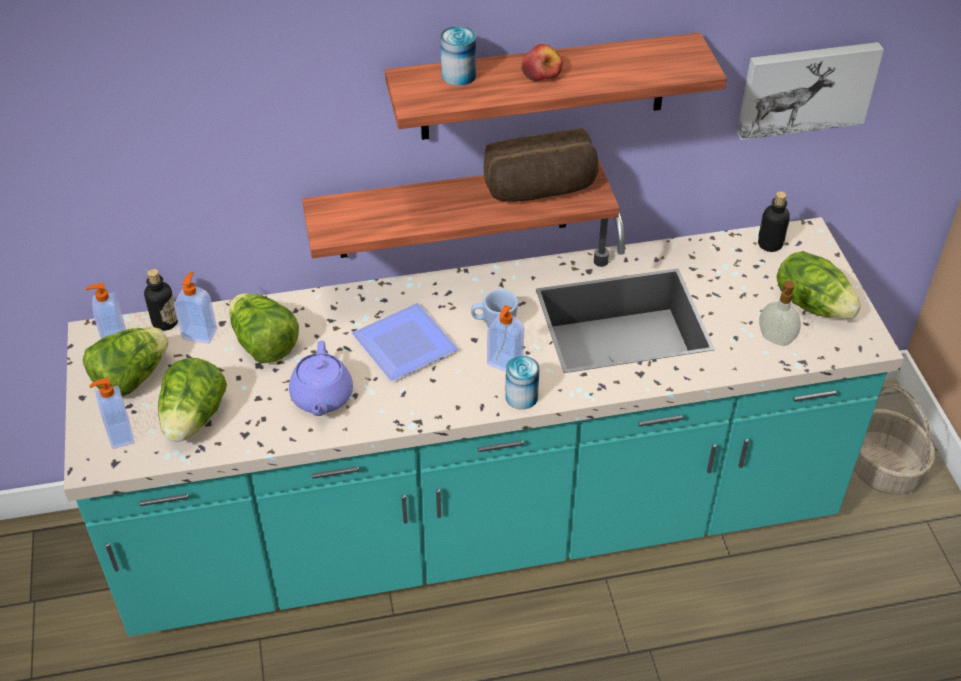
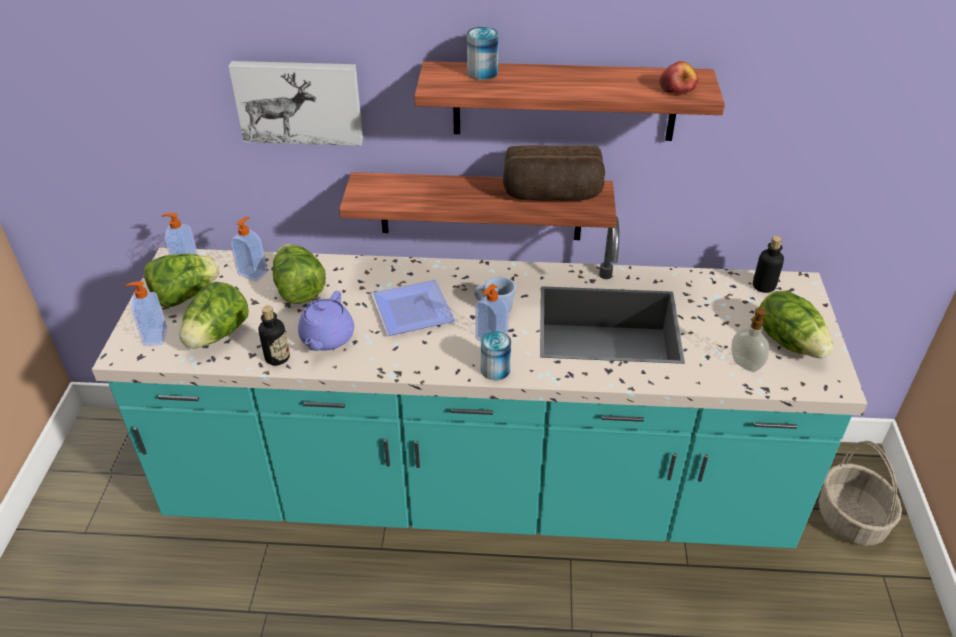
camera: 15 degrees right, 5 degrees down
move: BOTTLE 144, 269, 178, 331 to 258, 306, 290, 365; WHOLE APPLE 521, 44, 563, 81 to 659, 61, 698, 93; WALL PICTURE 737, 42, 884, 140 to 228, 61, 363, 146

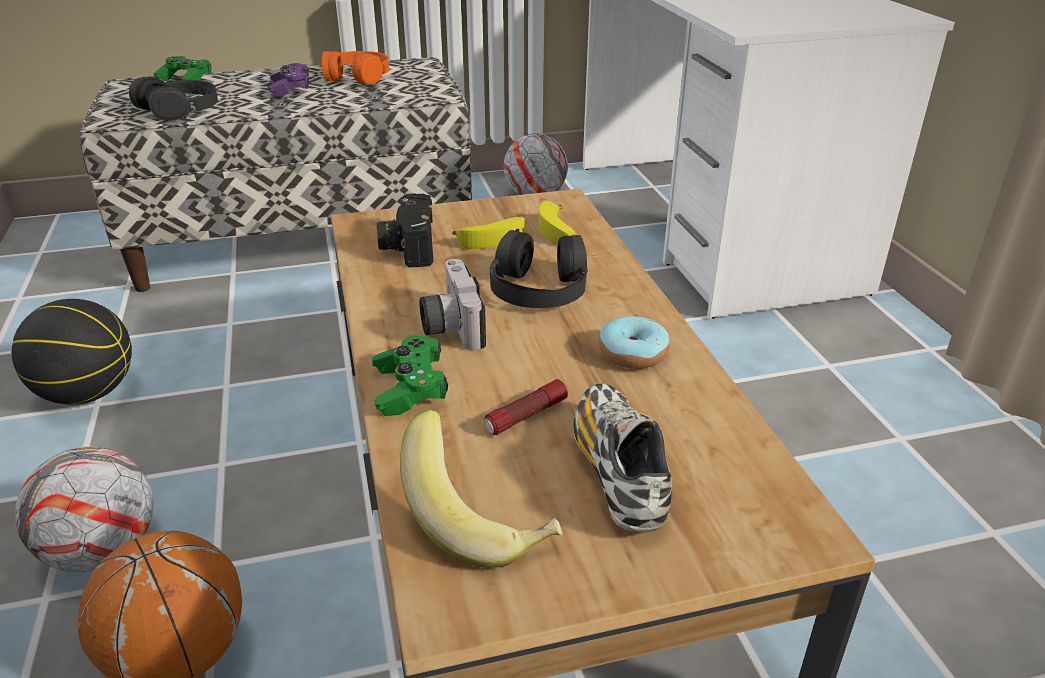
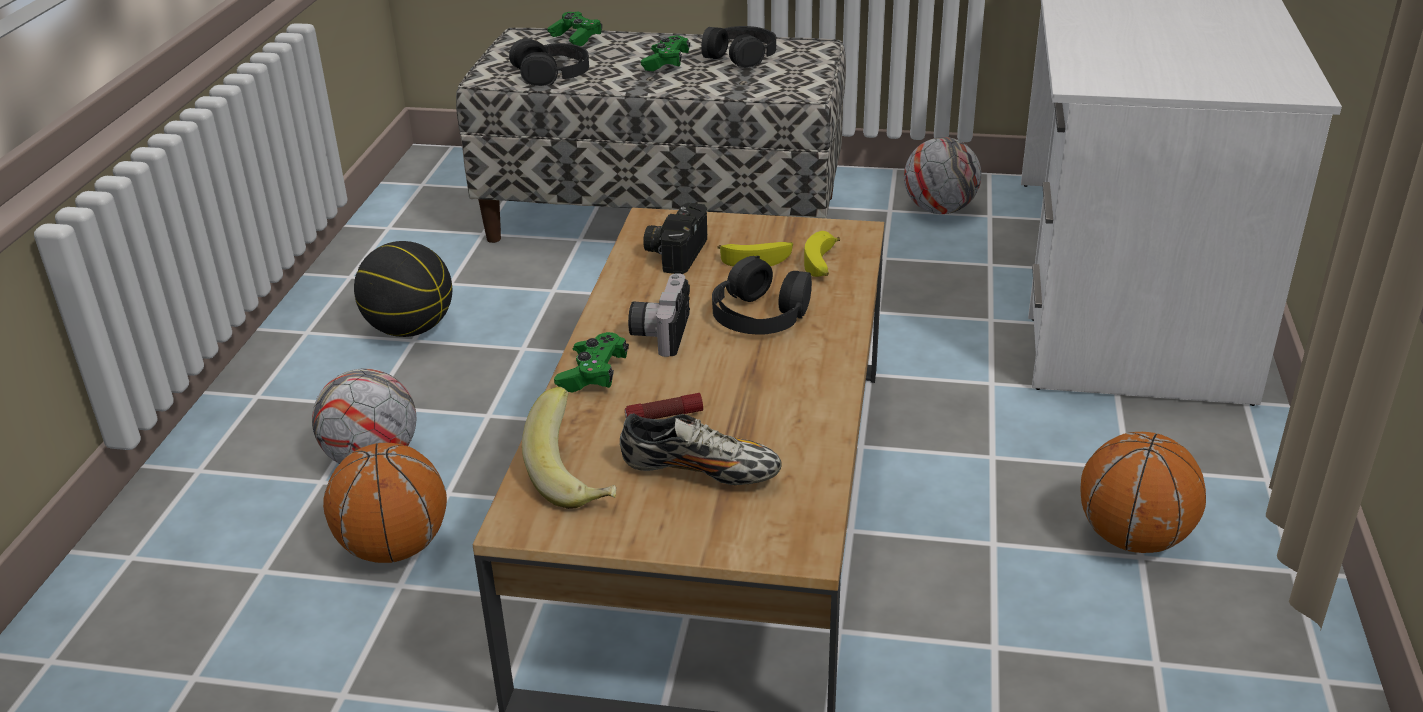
camera: 25 degrees right, 0 degrees up
delete: DOUGHNUT 599, 315, 670, 369
insert: BALL FOR BASKETBALL 1080, 432, 1206, 553
recolor: PURPLE-COLOURED GAME CONTROLLER 269, 63, 309, 97 to GREEN-COLOURED GAME CONTROLLER 641, 36, 690, 71; ORANGEY HEADPHONES 322, 51, 389, 85 to BLACK HEADPHONES 701, 26, 776, 68
rotate: ITEM OF FOOTWEAR 574, 383, 672, 533 = 620, 413, 782, 485 90 degrees clockwise

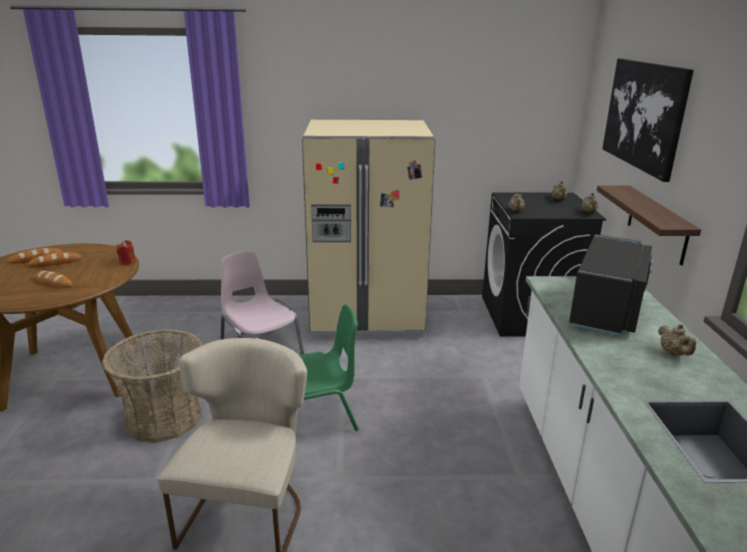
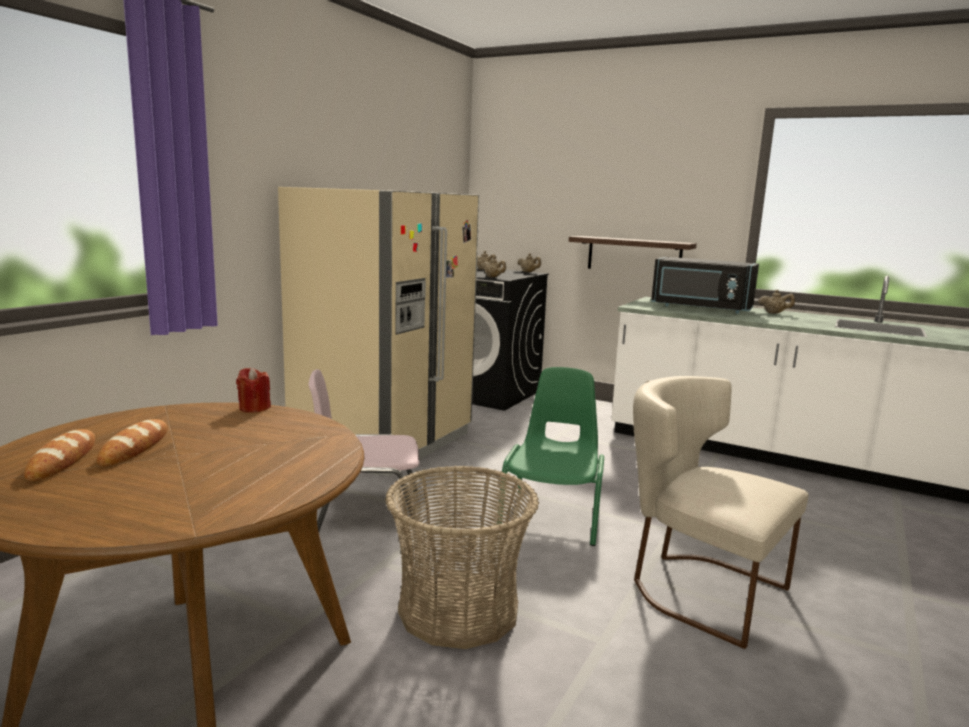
camera: 60 degrees left, 10 degrees down
delete: BAKERY BREAD 34, 271, 72, 288; WALL PICTURE 602, 58, 694, 182
rotate: BLACK MICROWAVE OVEN 569, 234, 653, 335 = 651, 257, 759, 314 150 degrees clockwise

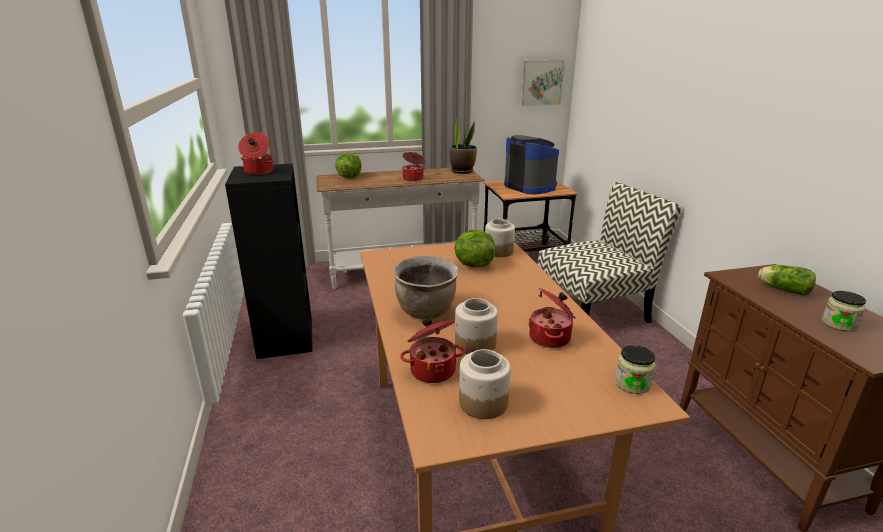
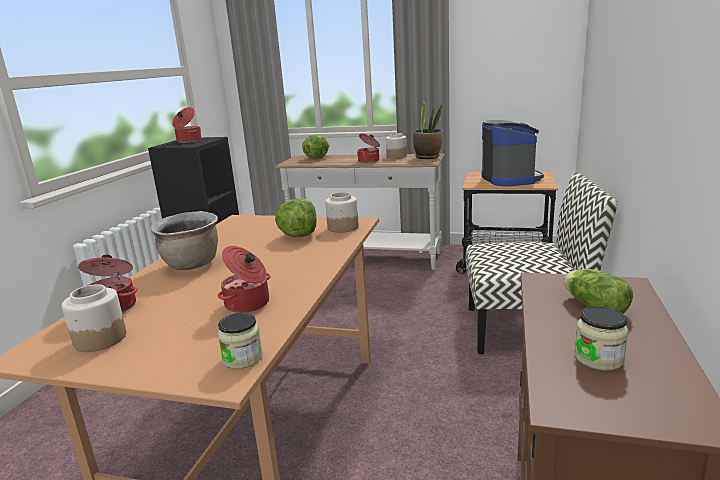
camera: 30 degrees right, 5 degrees down
delete: WALL PICTURE 519, 60, 565, 106
move: PRESERVE JAR 455, 298, 498, 354 to 386, 133, 407, 158

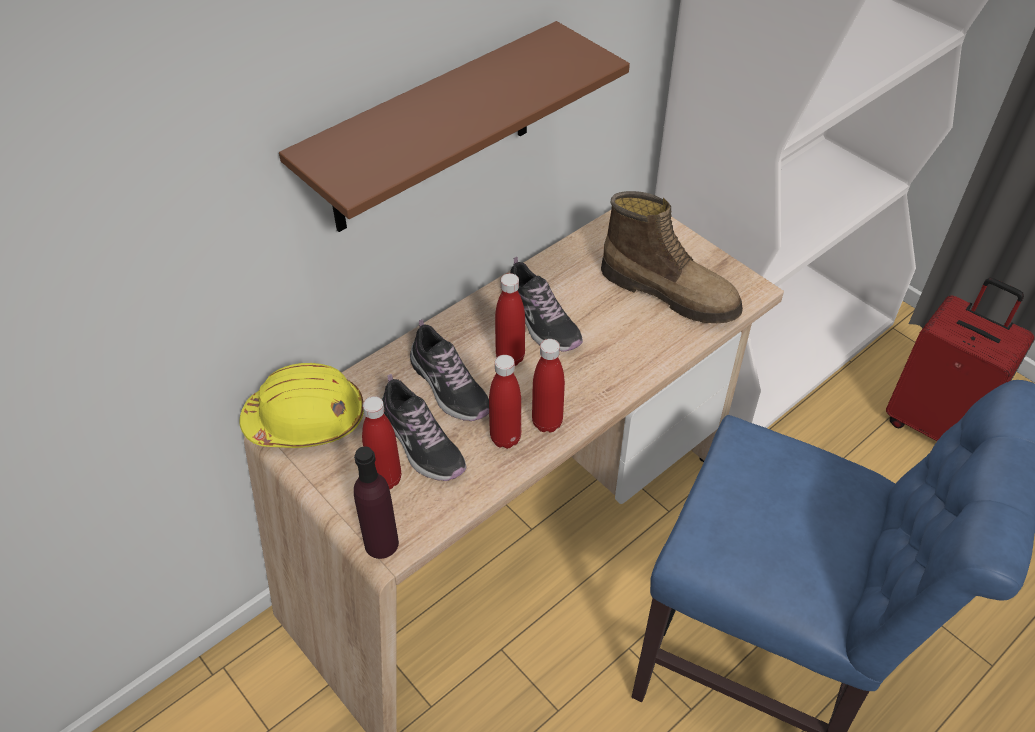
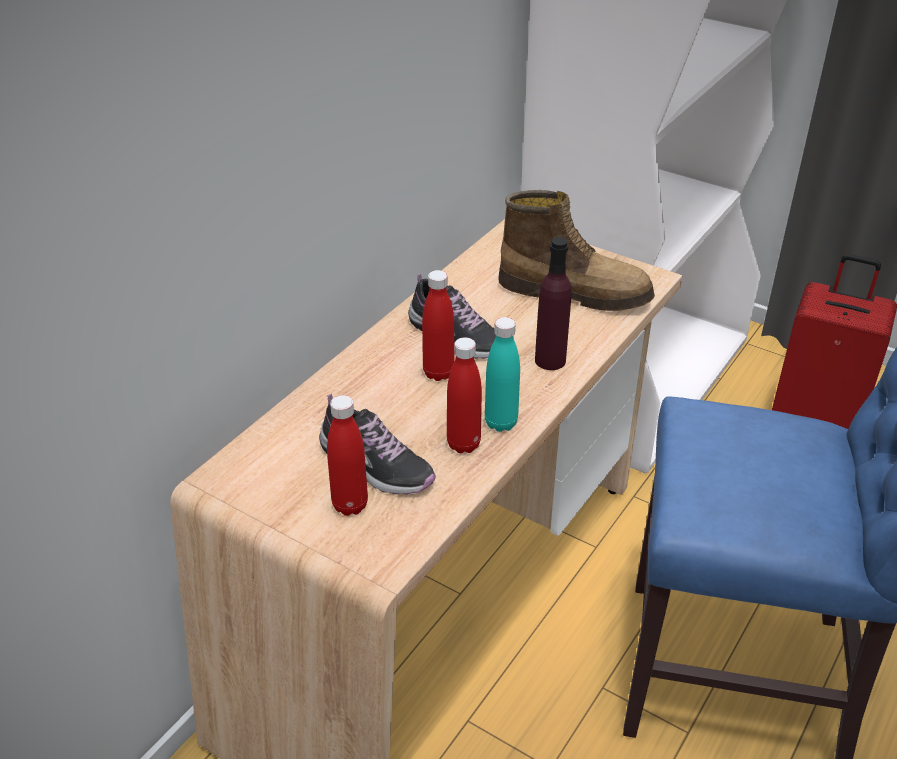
camera: 15 degrees left, 10 degrees down
delete: YELLOWISH WORK HELMET 240, 363, 364, 448; BROWNISH SHELF 279, 21, 630, 232; ITEM OF FOOTWEAR 410, 319, 489, 421
move: PURPLE-COLOURED BOTTLE 354, 446, 399, 559 to 535, 237, 572, 370
recolor: RED BOTTLE 532, 339, 565, 433 to BLUE-GREEN BOTTLE 485, 317, 520, 432

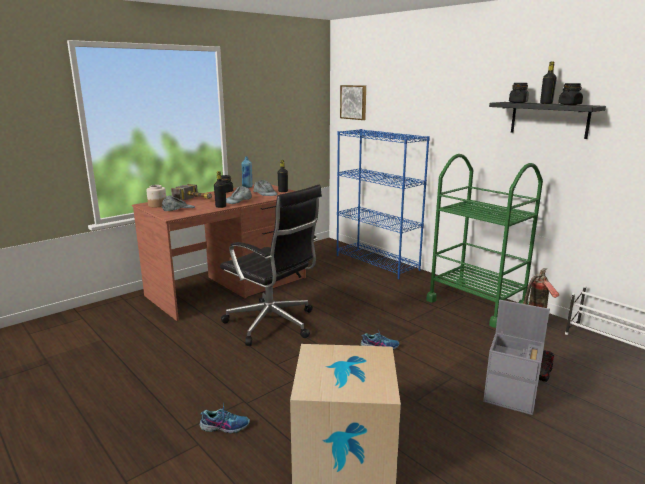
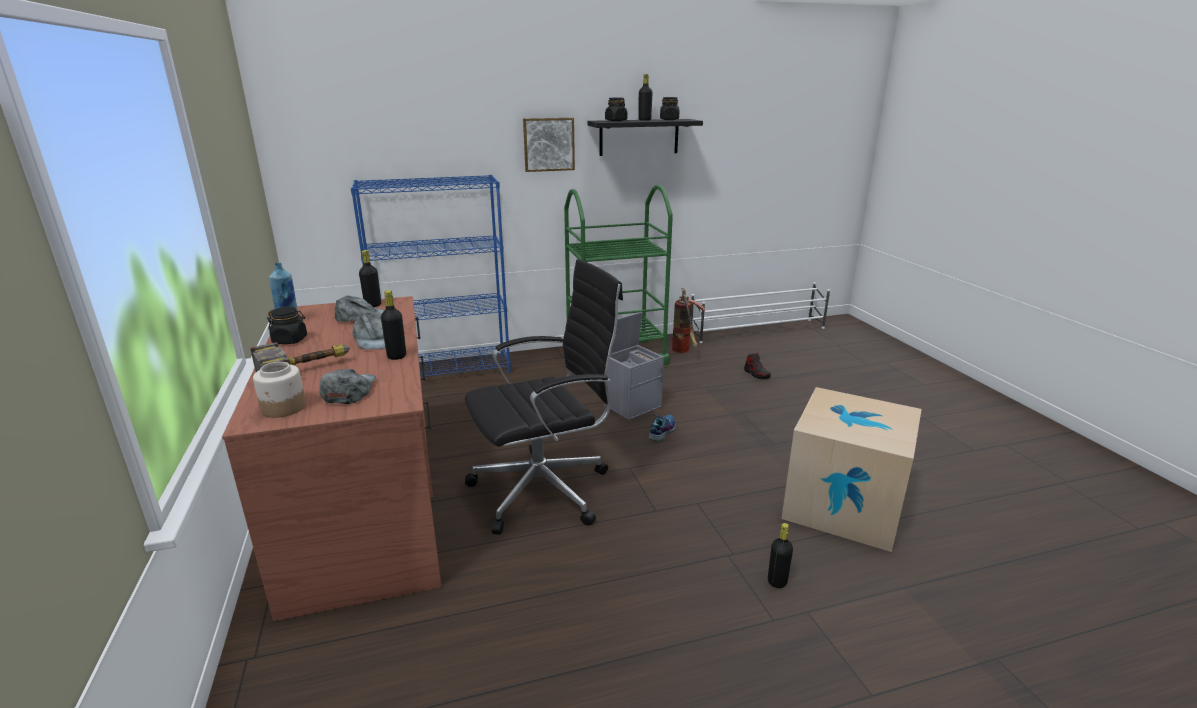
camera: 65 degrees left, 5 degrees up
move: WALL PICTURE 340, 85, 366, 120 to 523, 118, 575, 172; GREY STORAGE CONTAINER 483, 300, 550, 415 to 604, 312, 664, 420
replace: ITEM OF FOOTWEAR 200, 402, 250, 434 to BLACK BOTTLE 768, 523, 793, 588

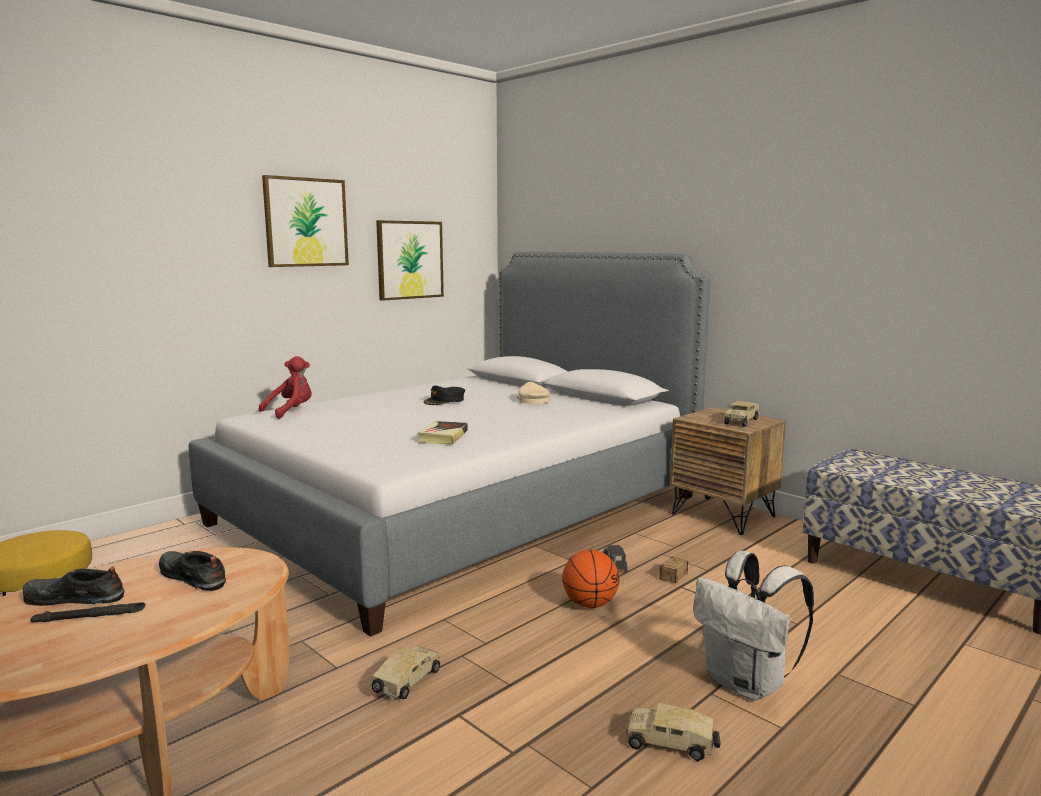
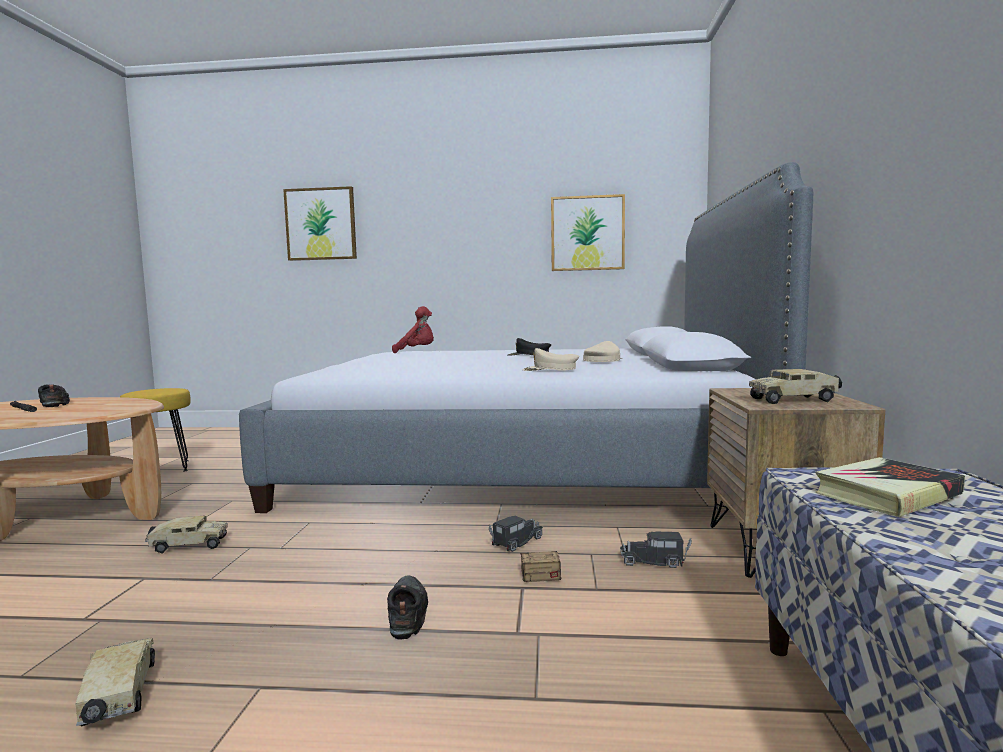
camera: 50 degrees right, 5 degrees down
delete: BALL FOR BASKETBALL 562, 549, 619, 608; WHITISH KNAPSACK 693, 551, 814, 701
insert: SAND-COLOURED PEAKED CAP 523, 348, 579, 371; MODEL TRUCK 620, 532, 692, 568
move: BLACK ITEM OF FOOTWEAR 159, 551, 226, 591 to 387, 576, 428, 640; WALL PICTURE 262, 175, 349, 267 to 283, 186, 357, 261; BOUND BOOK 418, 421, 468, 444 to 815, 457, 965, 517

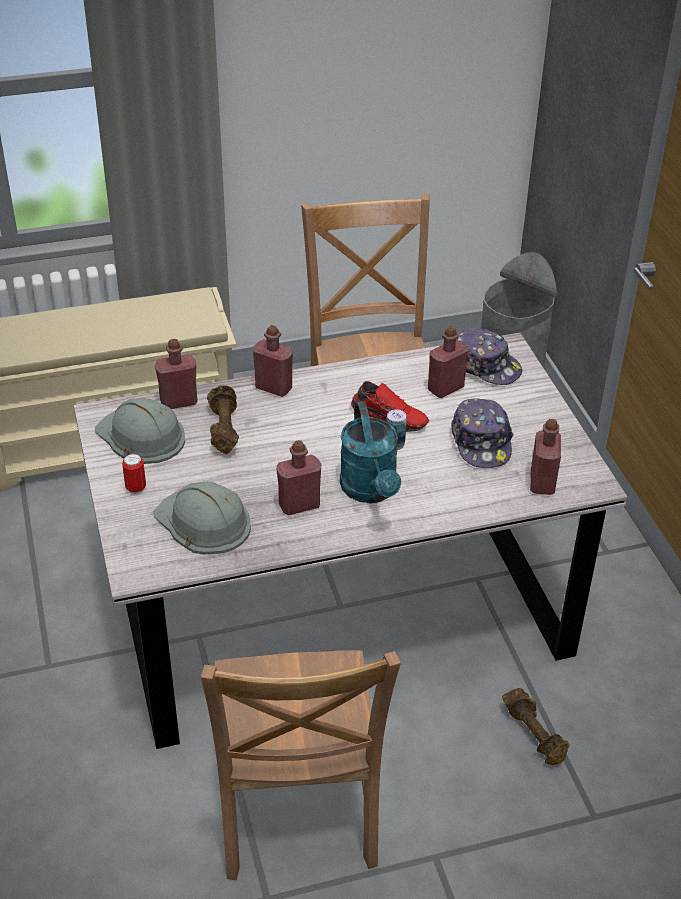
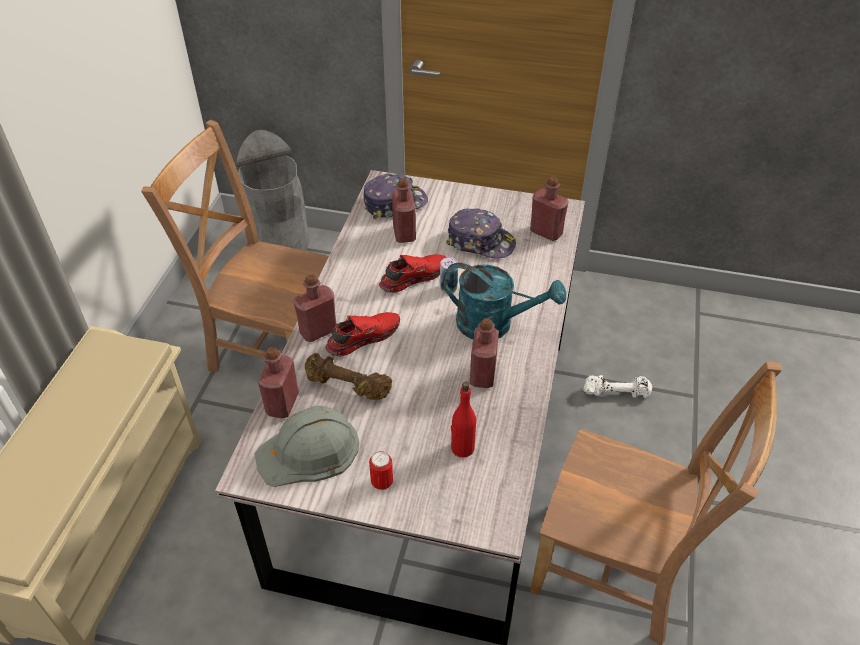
camera: 60 degrees left, 5 degrees up
insert: RED ITEM OF FOOTWEAR 326, 312, 400, 357
replace: GREY WORK HELMET 153, 482, 251, 555 to RED BOTTLE 451, 381, 476, 458
recolor: BROWNISH FREE WEIGHT 502, 688, 570, 765 to WHITISH FREE WEIGHT 583, 375, 652, 398

